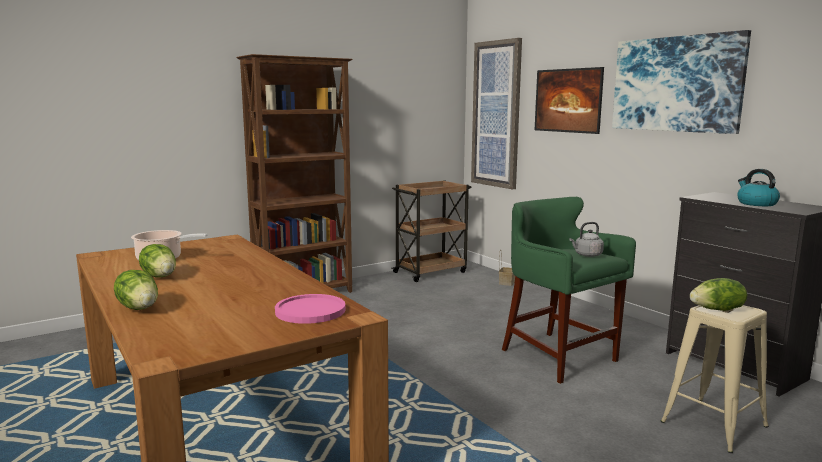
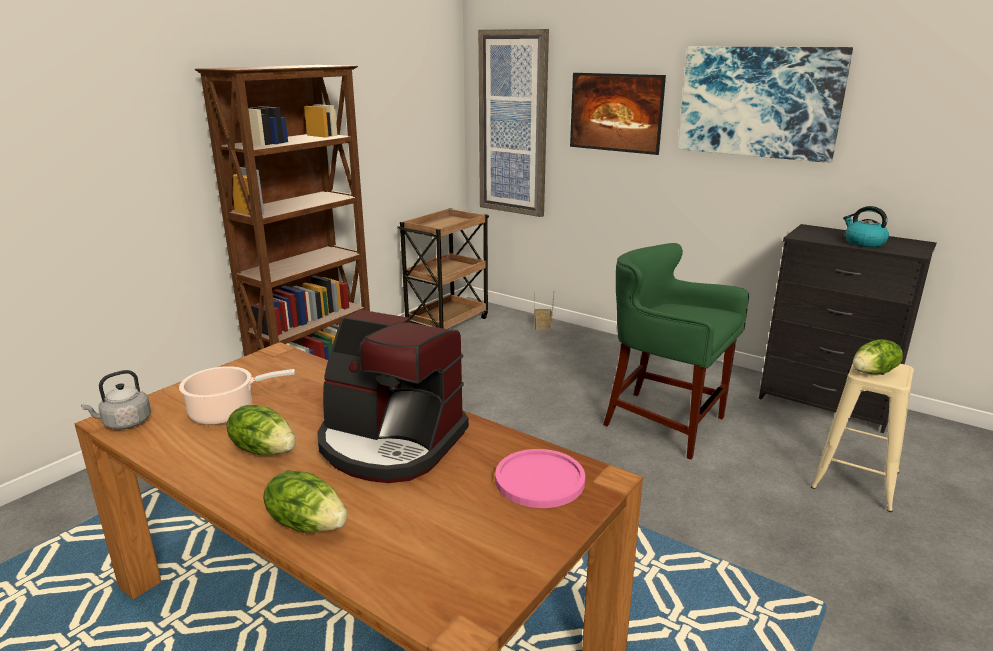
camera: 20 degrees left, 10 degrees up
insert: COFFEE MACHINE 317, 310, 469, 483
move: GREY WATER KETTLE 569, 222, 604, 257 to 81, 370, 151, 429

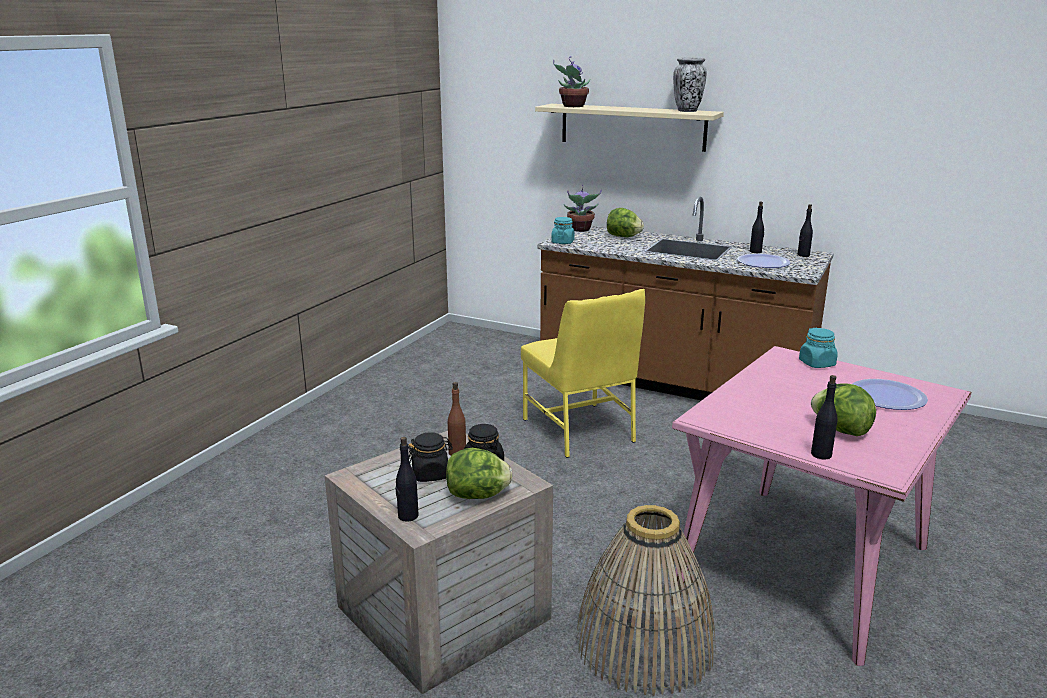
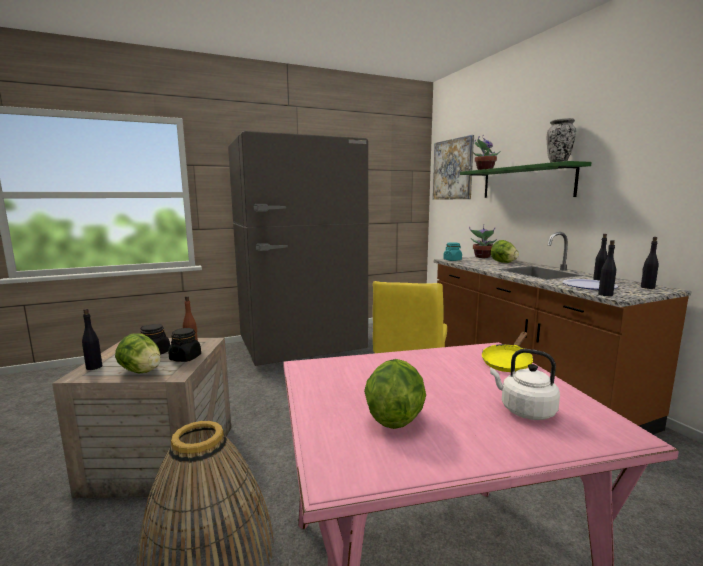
camera: 40 degrees right, 10 degrees down
insert: GREY KITCHEN FRIDGE 228, 131, 368, 366; WALL PICTURE 433, 135, 474, 199
move: BLACK BOTTLE 811, 375, 838, 459 to 598, 240, 616, 296
replace: BLUE-GREEN PRESERVE JAR 799, 328, 838, 368 to YELLOWISH SKILLET 482, 332, 533, 372; DINNER PLATE 852, 379, 928, 410 to WHITISH WATER KETTLE 490, 349, 560, 420
recolor: SAND-COLOURED SHELF 535, 104, 724, 152 to GREEN-COLOURED SHELF 460, 161, 591, 198

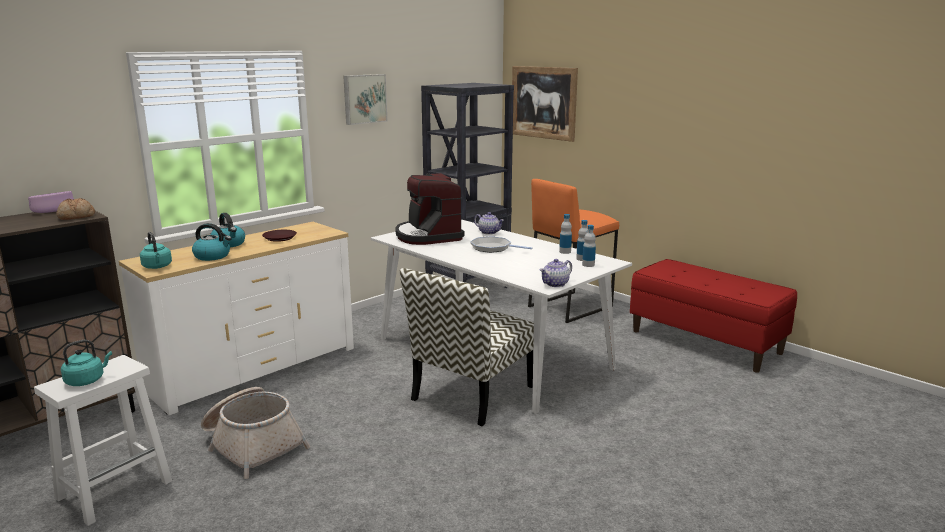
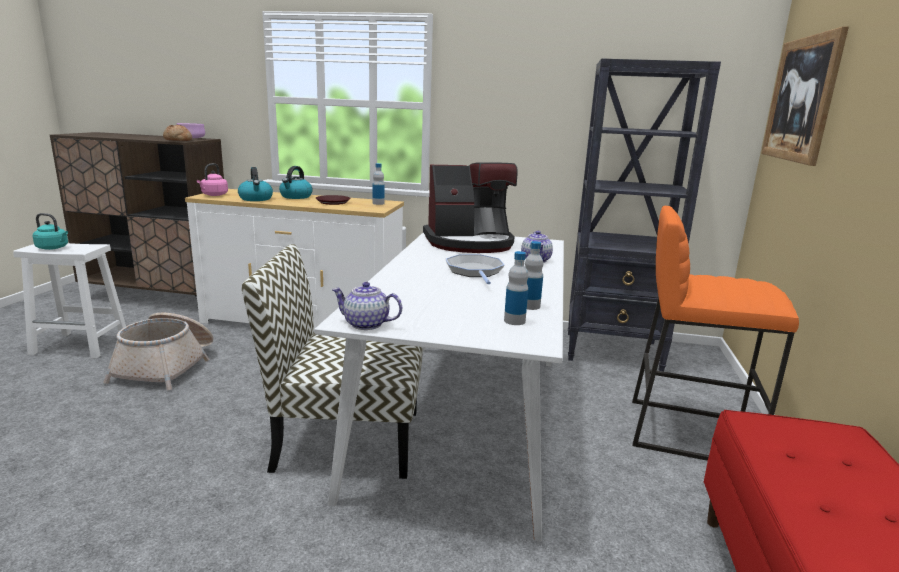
camera: 55 degrees right, 0 degrees up
delete: WALL PICTURE 343, 74, 387, 125
move: BOTTLE 582, 225, 596, 267 to 372, 163, 385, 205
recolor: BLUE-GREEN WATER KETTLE 140, 232, 172, 269 to PINK WATER KETTLE 197, 163, 228, 196
rotate: COFFEE MACHINE 395, 173, 464, 245 = 423, 162, 518, 253 135 degrees counterclockwise

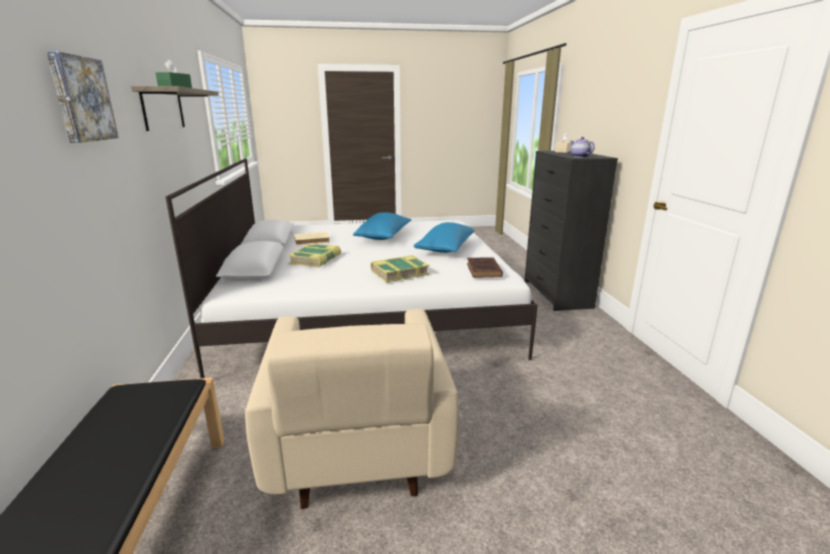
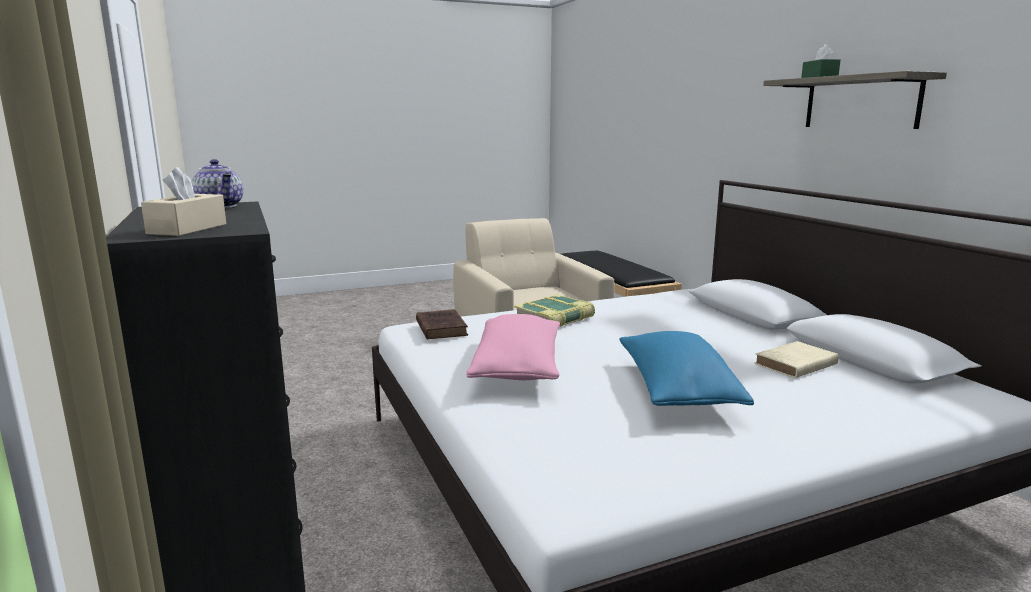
camera: 165 degrees right, 5 degrees down
delete: WALL PICTURE 46, 51, 119, 143; BOUND BOOK 288, 244, 341, 268
recolor: BLUE-COLOURED CUSHION 413, 222, 474, 253 to PINK CUSHION 467, 314, 560, 380

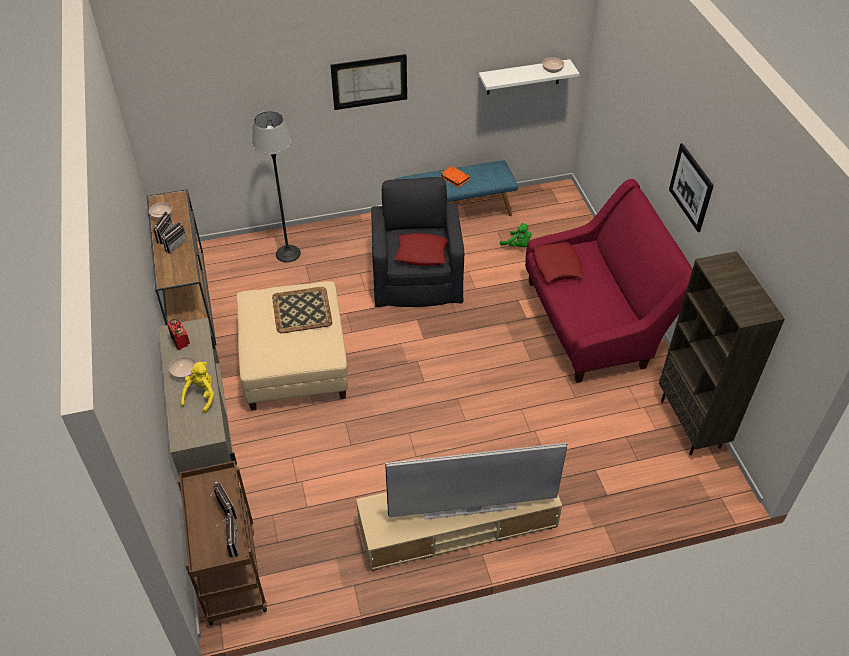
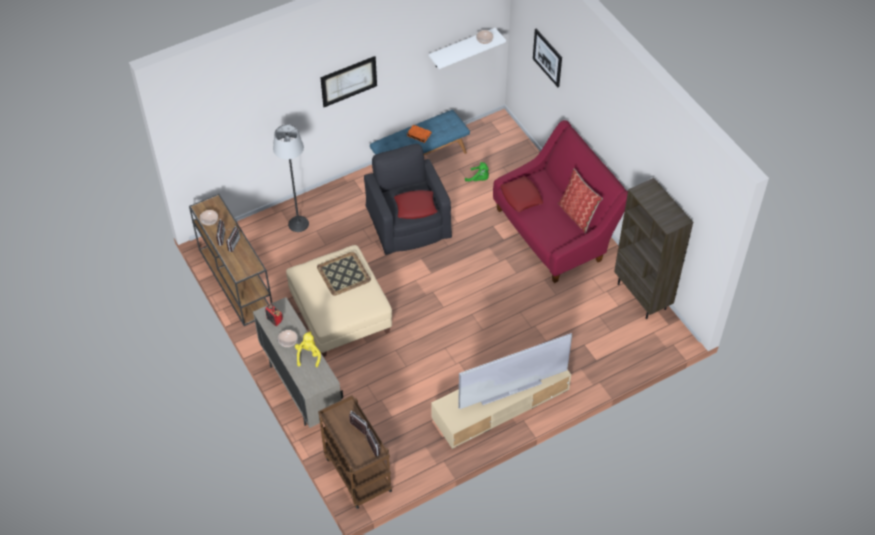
camera: 15 degrees left, 5 degrees up
insert: CUSHION 558, 169, 603, 233
move: WALL PICTURE 669, 143, 714, 232 to 533, 29, 562, 87

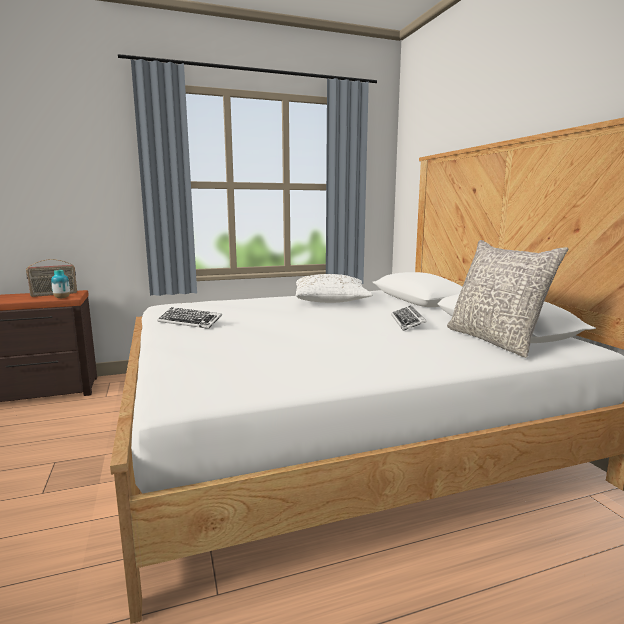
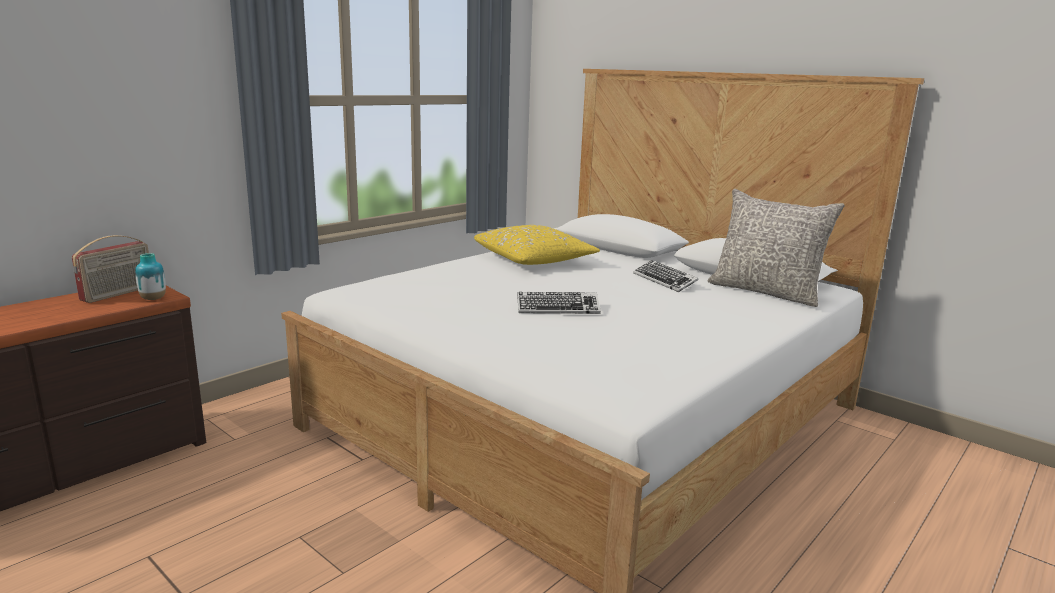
camera: 30 degrees left, 5 degrees up
move: COMPUTER KEYBOARD 157, 307, 222, 329 to 517, 292, 601, 314
recolor: WHITISH CUSHION 296, 274, 373, 303 to YELLOWISH CUSHION 474, 225, 600, 265

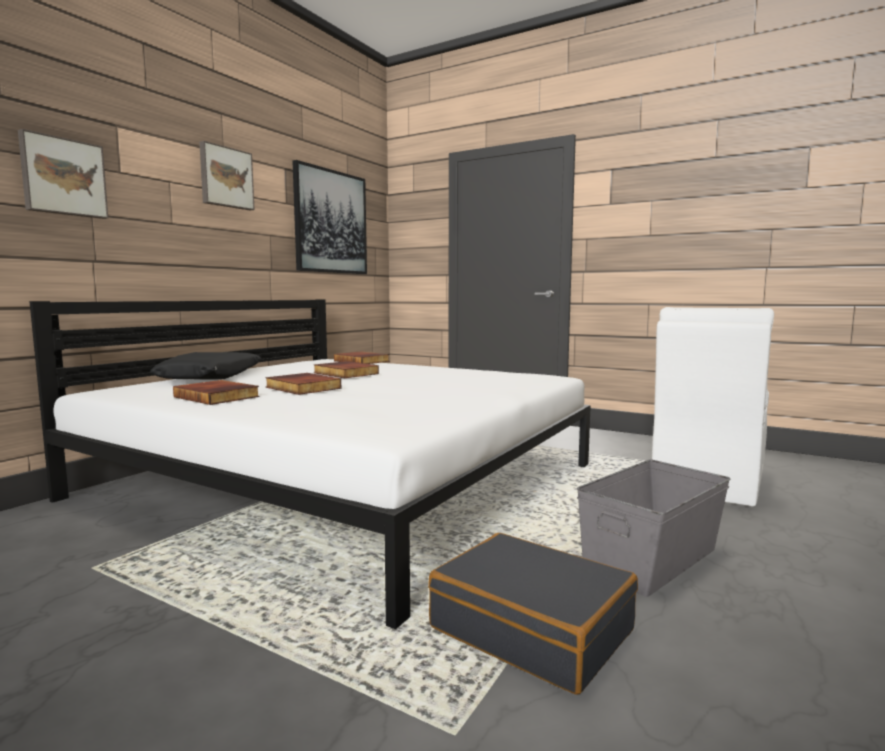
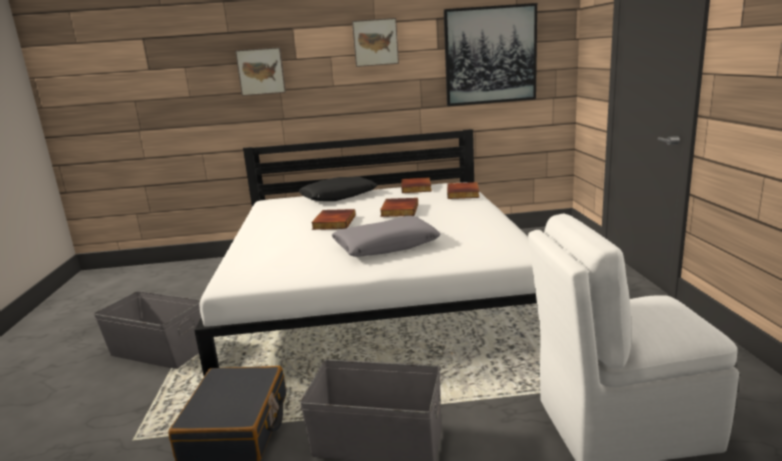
camera: 55 degrees right, 10 degrees up
insert: GREY STORAGE CONTAINER 94, 291, 201, 369; GREY CUSHION 332, 216, 440, 257
move: BOUND BOOK 173, 380, 260, 405 to 401, 177, 432, 193

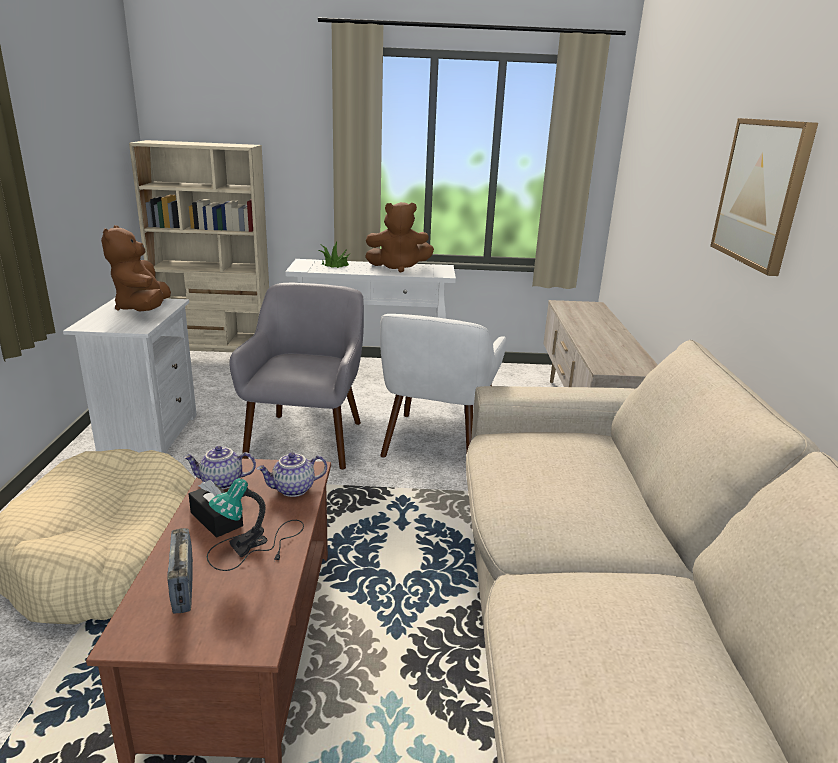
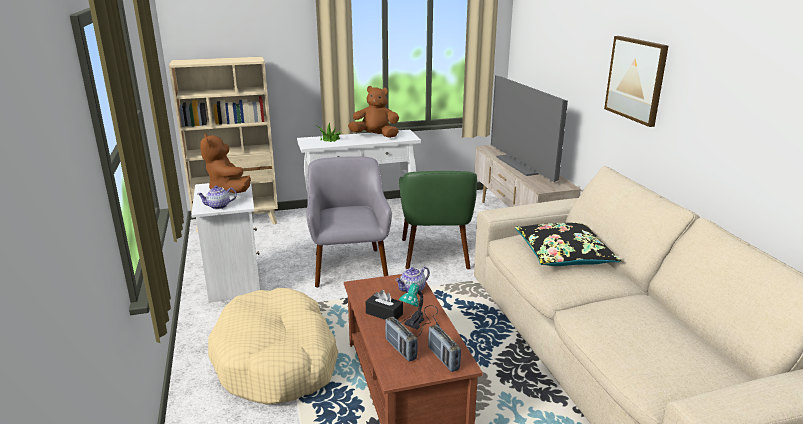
camera: 15 degrees left, 0 degrees up
insert: RADIO SET 428, 325, 461, 372; TV 491, 75, 568, 182; BLACK CUSHION 515, 223, 622, 266
move: POT FOR TEA 183, 446, 256, 490 to 198, 186, 237, 209
recolor: WHITISH EASY CHAIR 380, 314, 507, 458 to GREEN-COLOURED EASY CHAIR 399, 171, 477, 270
rotate: BROWNISH CUDDLY TOY 365, 202, 434, 273 = 348, 86, 399, 138 150 degrees counterclockwise

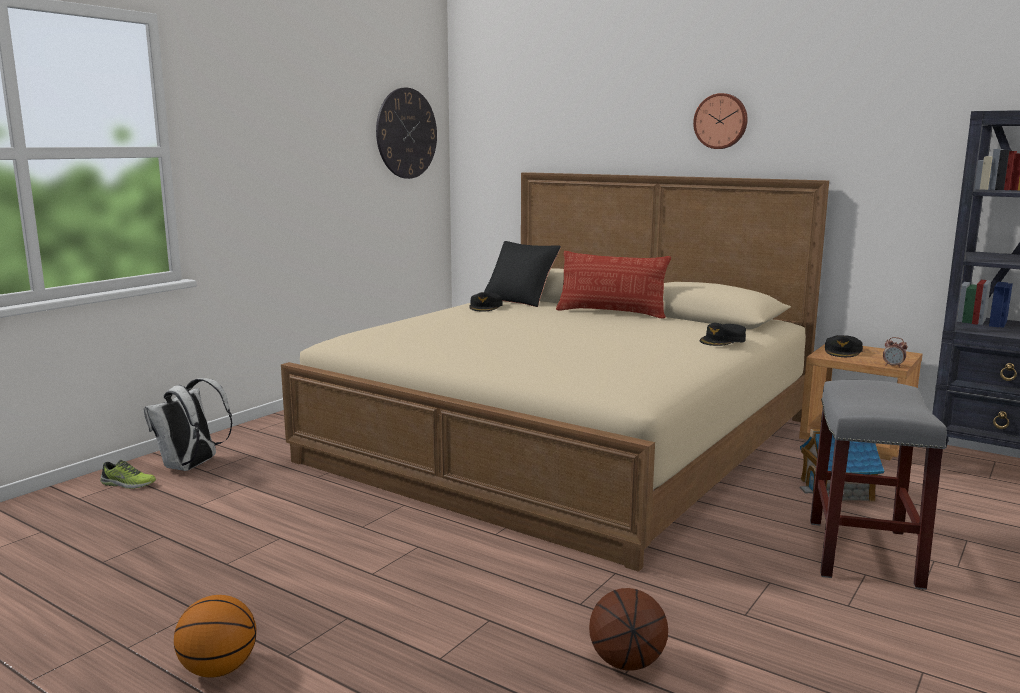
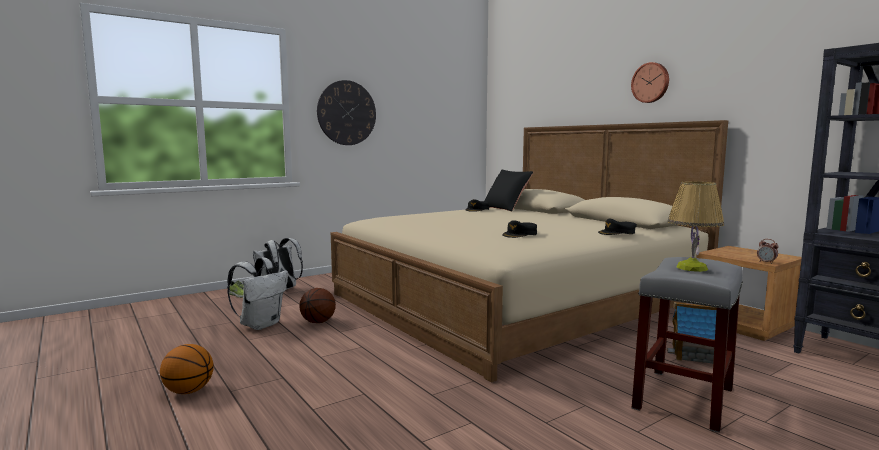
camera: 20 degrees right, 5 degrees down
delete: CUSHION 556, 251, 671, 318
insert: WHITISH KNAPSACK 227, 257, 288, 330; LAMP FOR A TABLE 667, 181, 724, 272
move: CLOCK ON THE WALL 376, 88, 437, 179 to 317, 80, 376, 145; BALL FOR BASKETBALL 589, 588, 668, 671 to 299, 288, 336, 323; BLACK PEAKED CAP 825, 335, 863, 357 to 502, 220, 537, 238

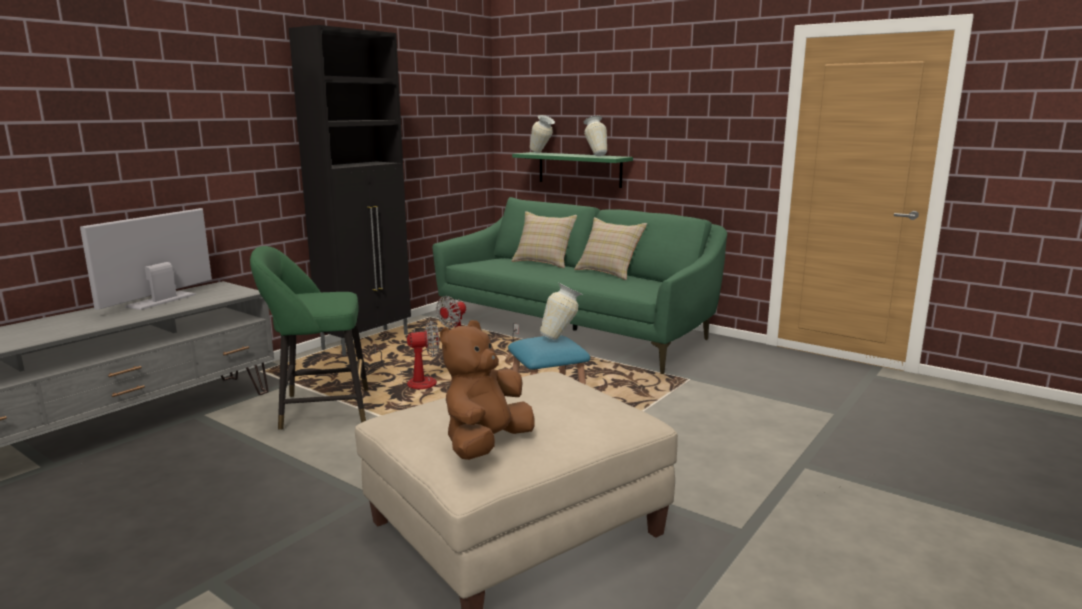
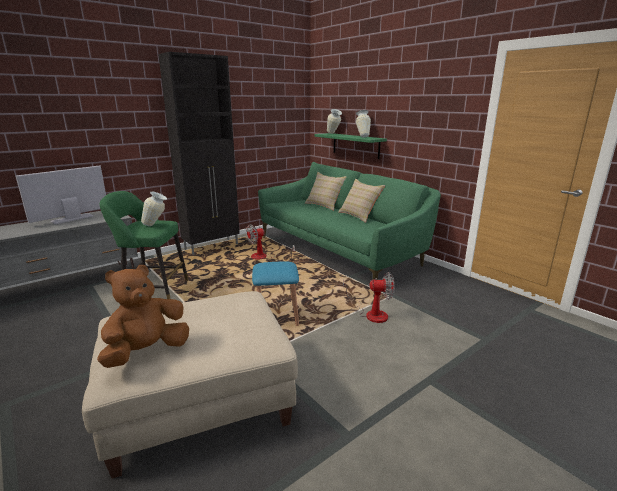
camera: 15 degrees right, 5 degrees up
move: ELECTRIC FAN 375, 321, 439, 389 to 343, 272, 395, 323; FLOWER VASE 540, 283, 583, 340 to 141, 192, 167, 226

